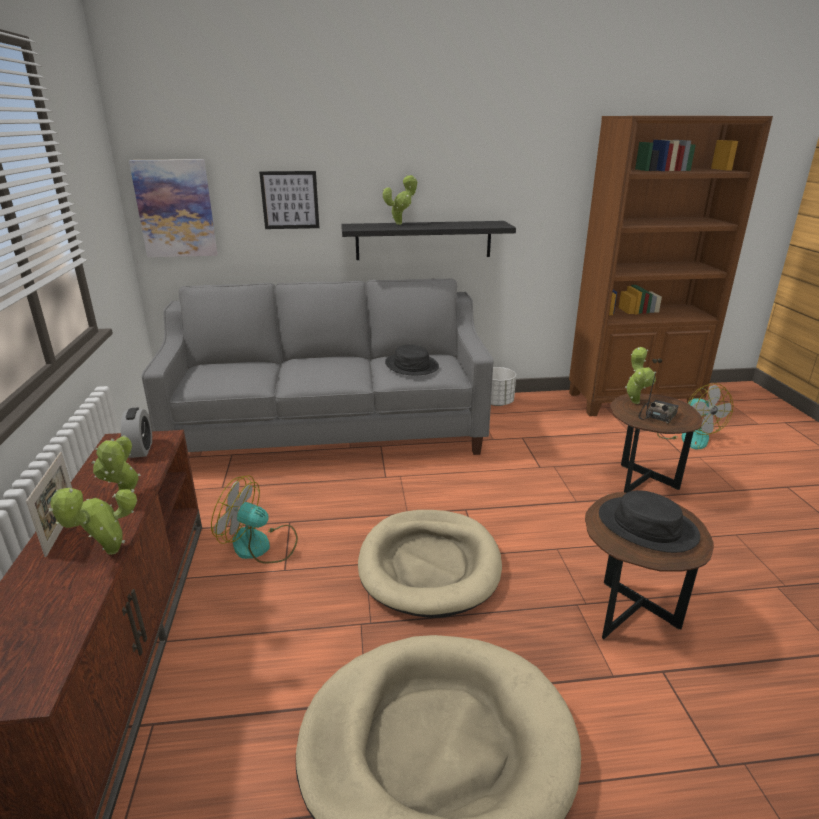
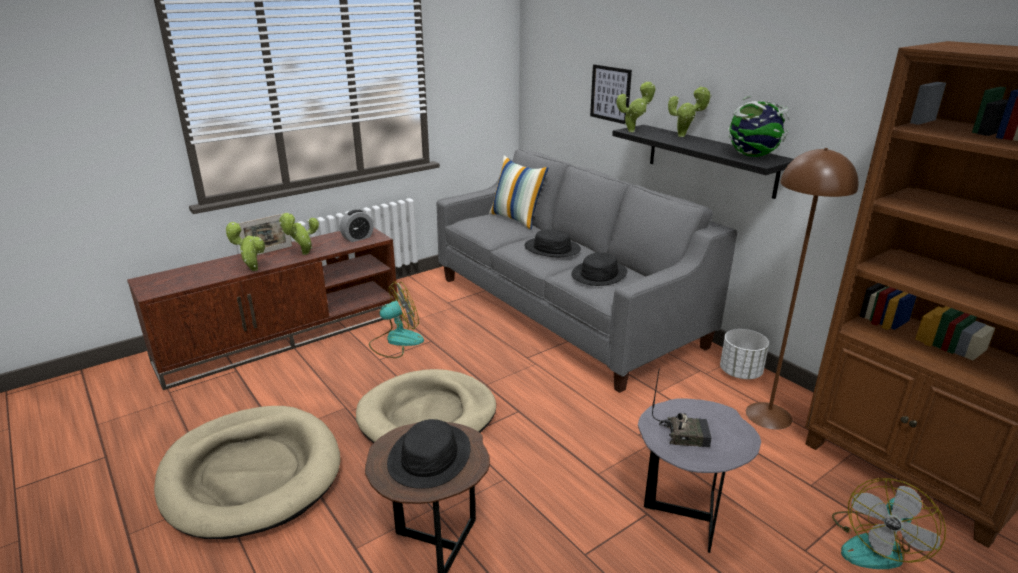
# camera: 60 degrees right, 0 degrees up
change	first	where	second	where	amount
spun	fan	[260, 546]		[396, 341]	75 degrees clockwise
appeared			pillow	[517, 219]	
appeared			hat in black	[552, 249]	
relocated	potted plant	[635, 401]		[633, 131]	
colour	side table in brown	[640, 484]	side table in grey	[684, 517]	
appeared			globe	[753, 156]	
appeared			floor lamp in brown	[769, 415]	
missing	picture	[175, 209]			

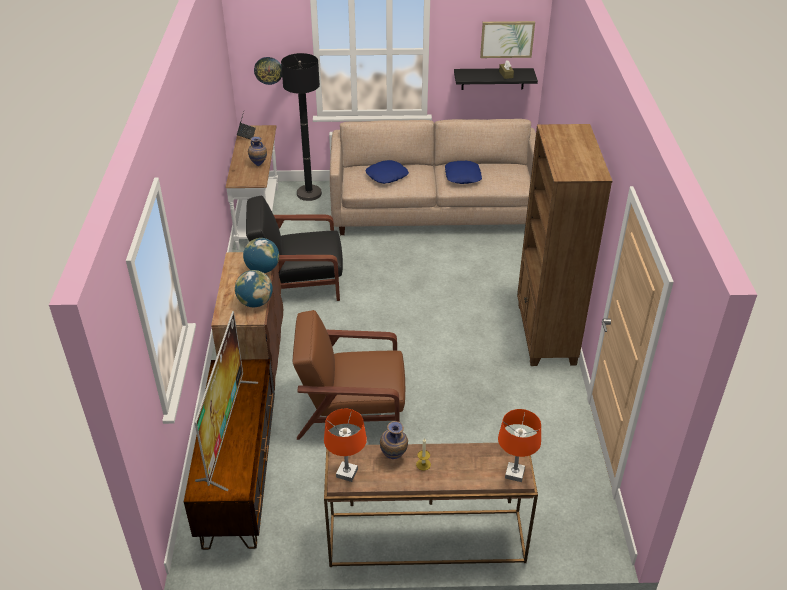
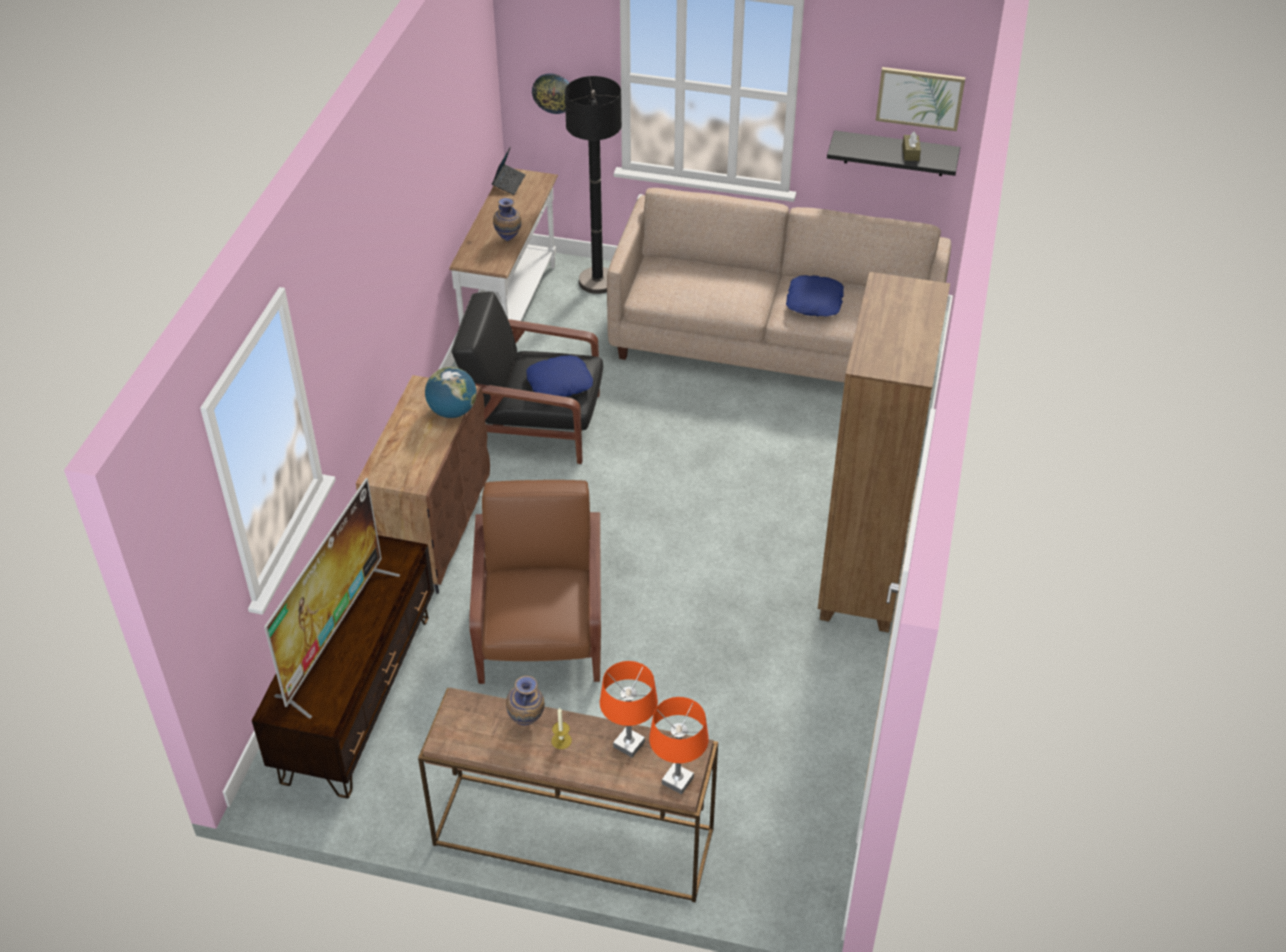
# camera: 15 degrees right, 5 degrees up
change	first	where	second	where	amount
spun	armchair in brown	[352, 407]		[541, 630]	75 degrees clockwise
relocated	pillow in blue	[386, 175]		[559, 383]	
relocated	table lamp in orange	[346, 473]		[628, 744]	
missing	globe	[255, 303]			

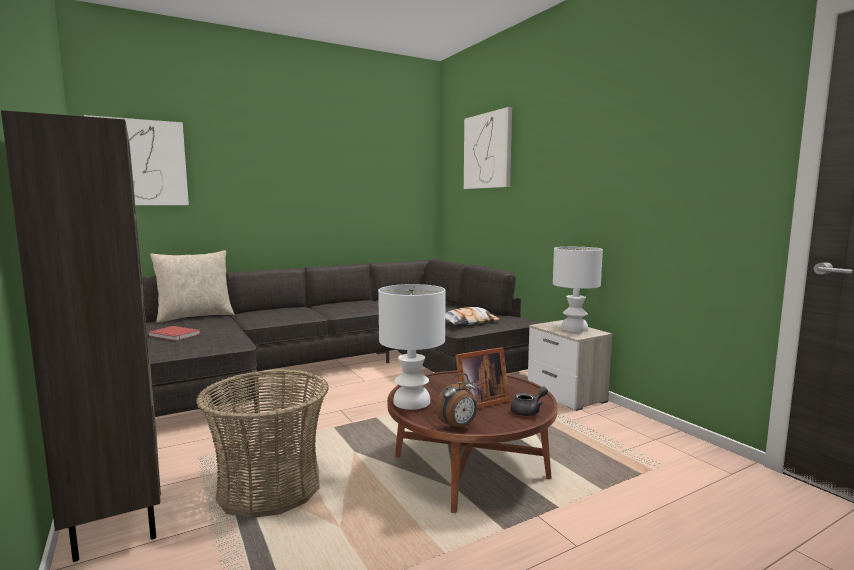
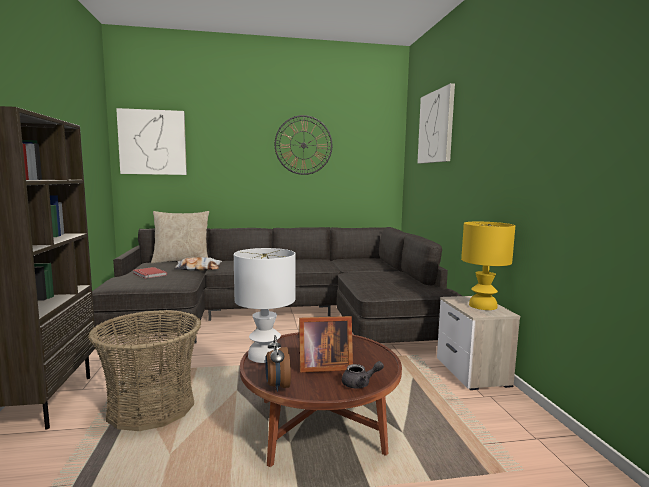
# camera: 20 degrees right, 0 degrees up
change	first	where	second	where	amount
relocated	pillow	[469, 322]		[198, 268]	
spun	alarm clock	[458, 426]		[277, 386]	90 degrees clockwise
appeared			wall clock	[303, 145]	
colour	table lamp in white	[574, 329]	table lamp in yellow	[482, 306]	

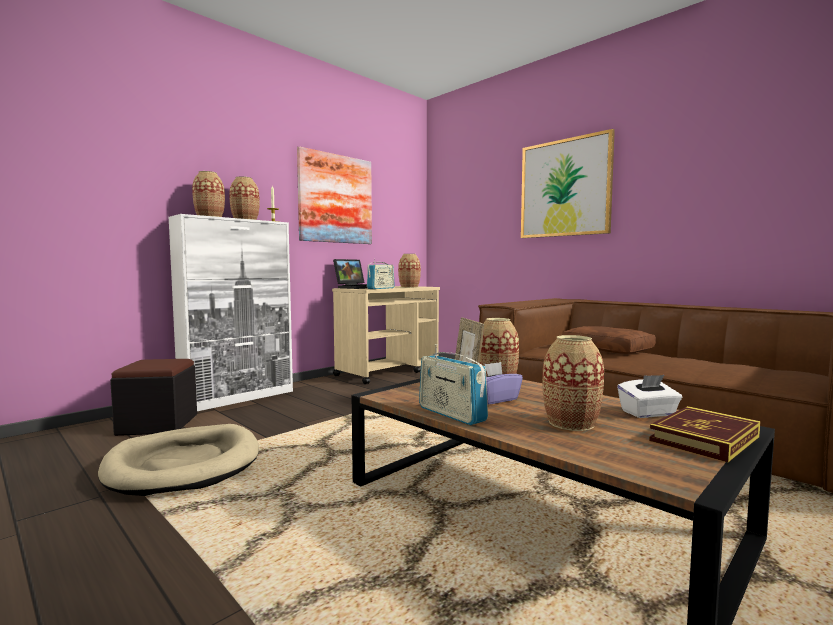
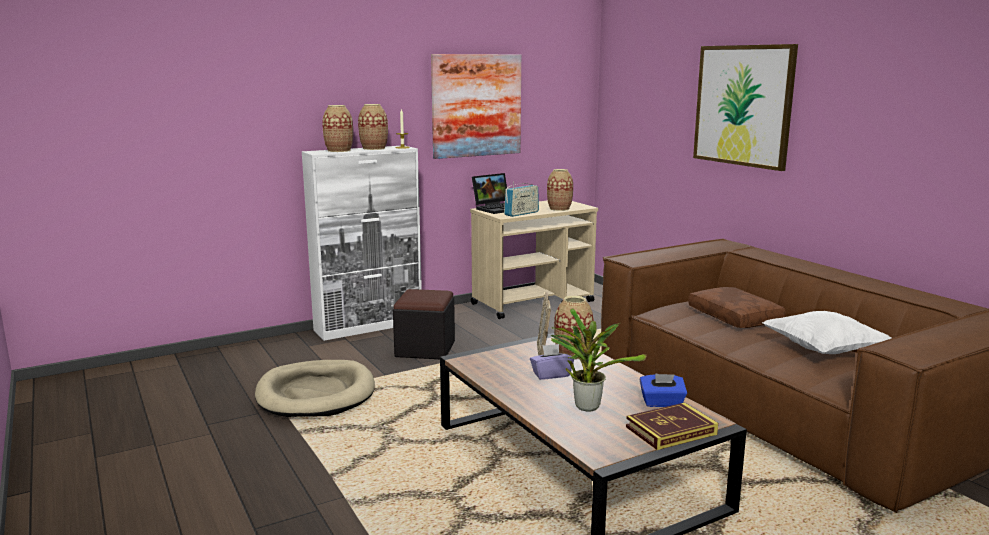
# camera: 15 degrees right, 10 degrees up
change	first	where	second	where	amount
relocated	ottoman in black	[158, 424]		[425, 349]	
exchanged	vase	[571, 423]	potted plant	[586, 405]	
colour	tissue box in white	[648, 413]	tissue box in blue	[662, 403]	
appeared			pillow in white	[823, 351]	
missing	radio	[451, 414]			

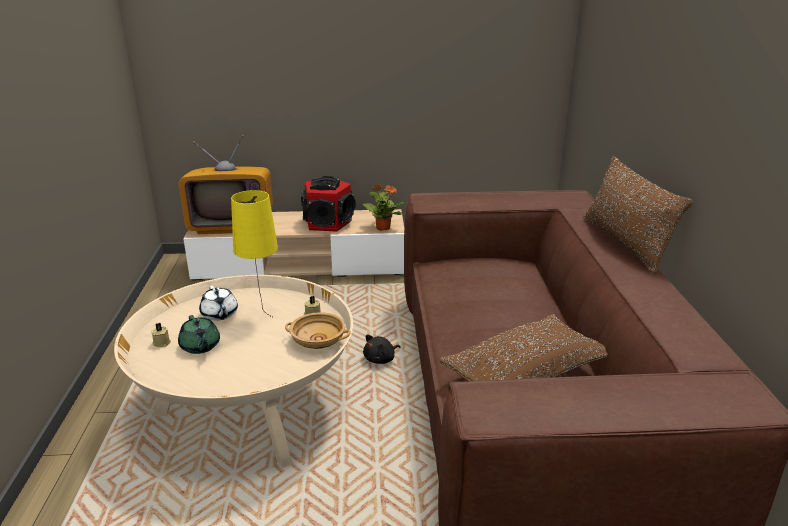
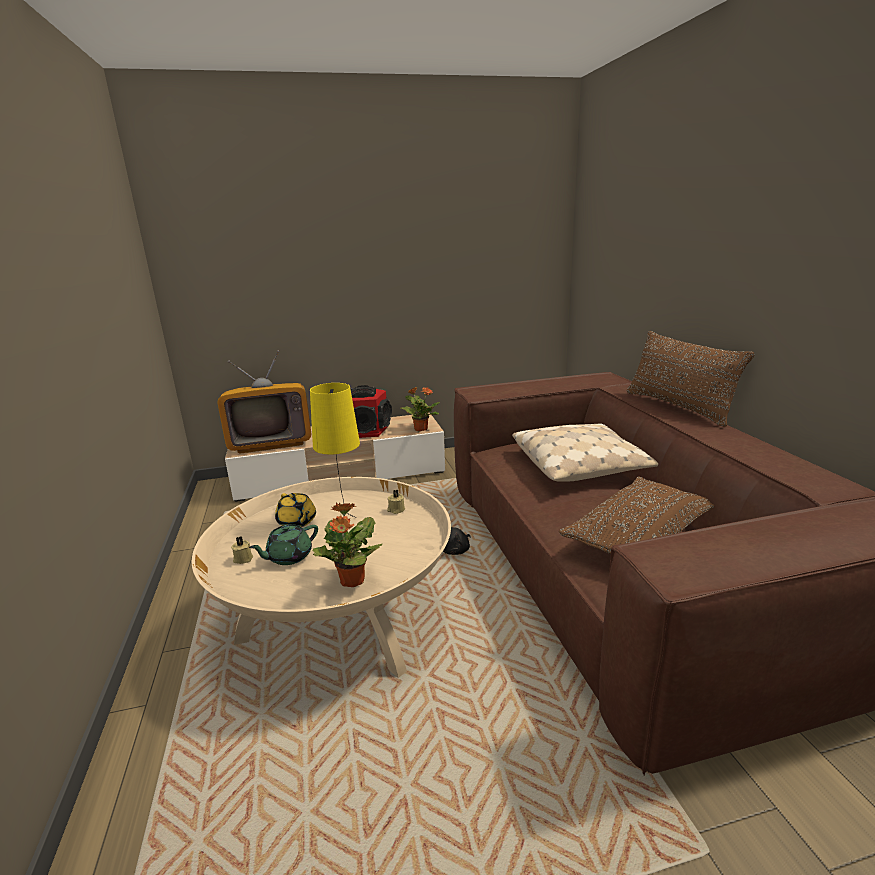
# camera: 10 degrees left, 5 degrees down
change	first	where	second	where	amount
spun	teapot in green	[200, 346]		[289, 557]	90 degrees clockwise
colour	teapot in white	[219, 314]	teapot in yellow	[297, 522]	
appeared			potted plant	[352, 581]	
appeared			pillow in beige	[580, 465]	
missing	bowl in beige	[317, 342]			

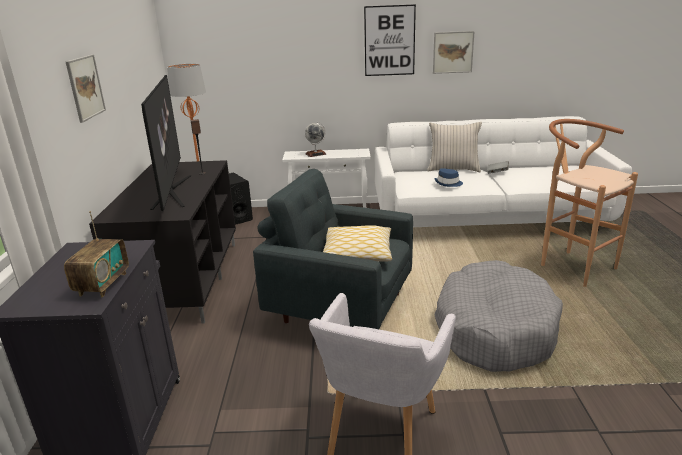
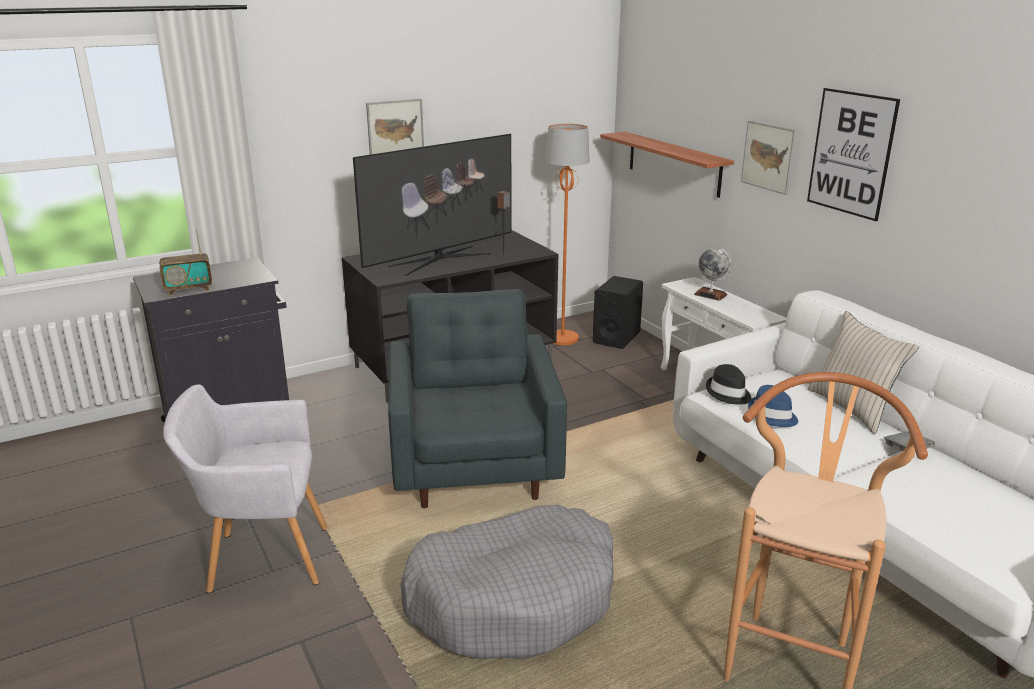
# camera: 60 degrees right, 0 degrees up
change	first	where	second	where	amount
appeared			shelf	[673, 163]	
appeared			hat in black	[728, 393]	
relocated	picture	[453, 52]		[768, 156]	
missing	pillow	[357, 254]			

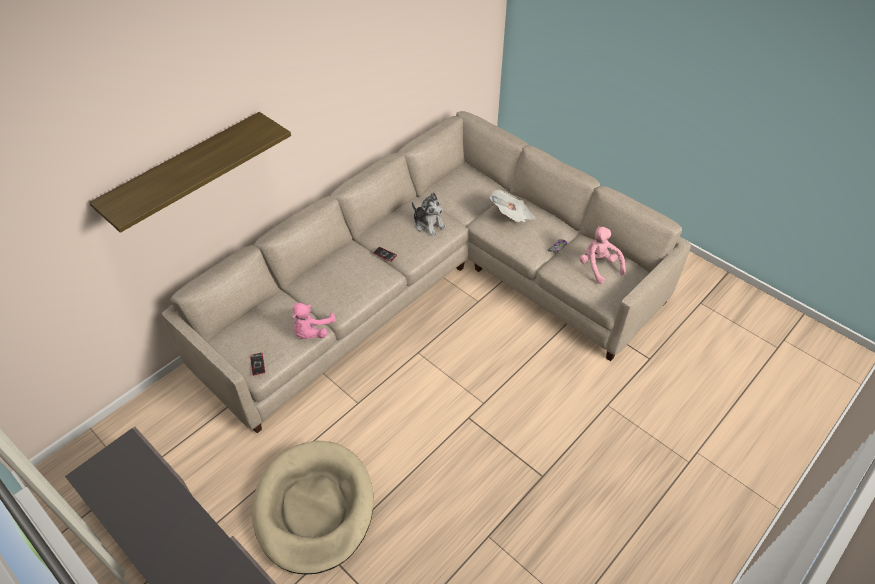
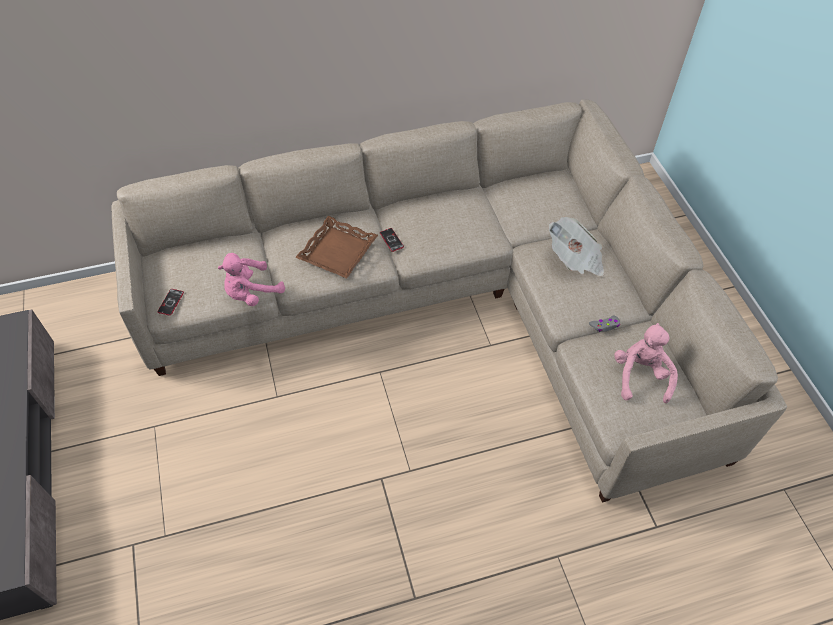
# camera: 30 degrees right, 5 degrees up
change	first	where	second	where	amount
appeared			tray in brown	[337, 251]	
missing	shelf	[185, 171]			
missing	dog bed in beige	[314, 508]			
missing	plush toy	[428, 224]			

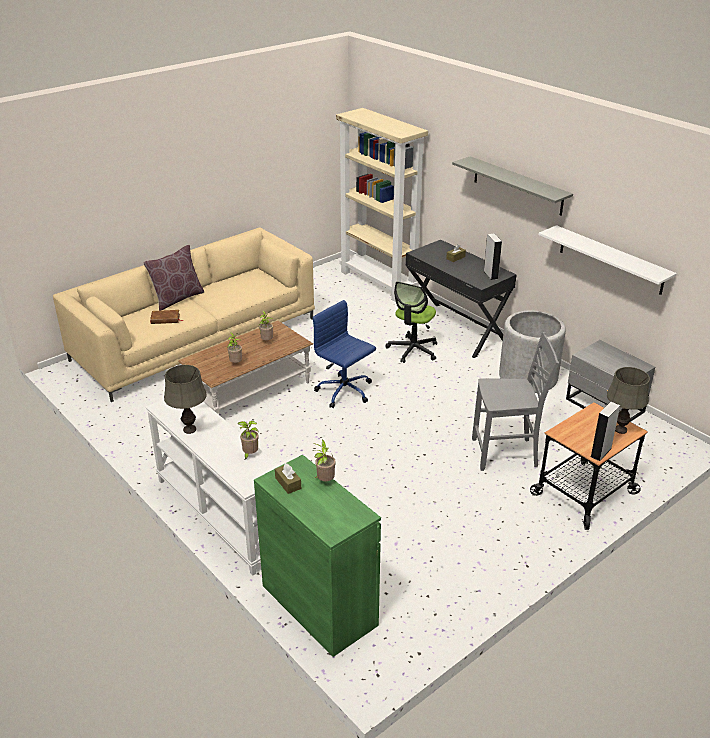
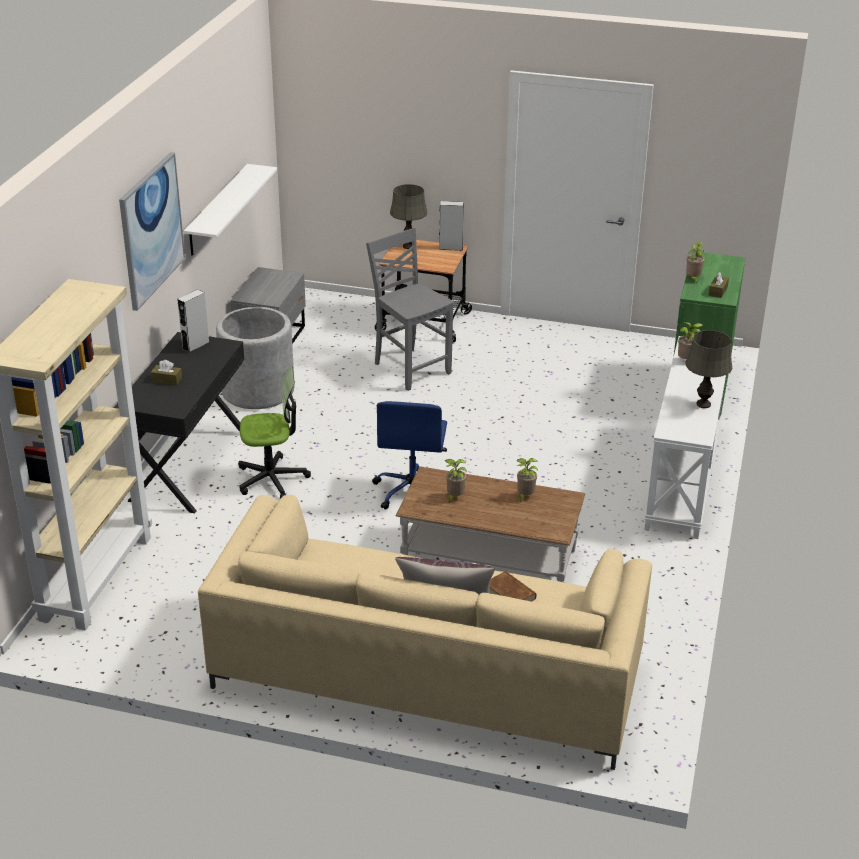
# camera: 125 degrees left, 0 degrees up
change	first	where	second	where	amount
exchanged	shelf in grey	[517, 186]	picture	[151, 230]	

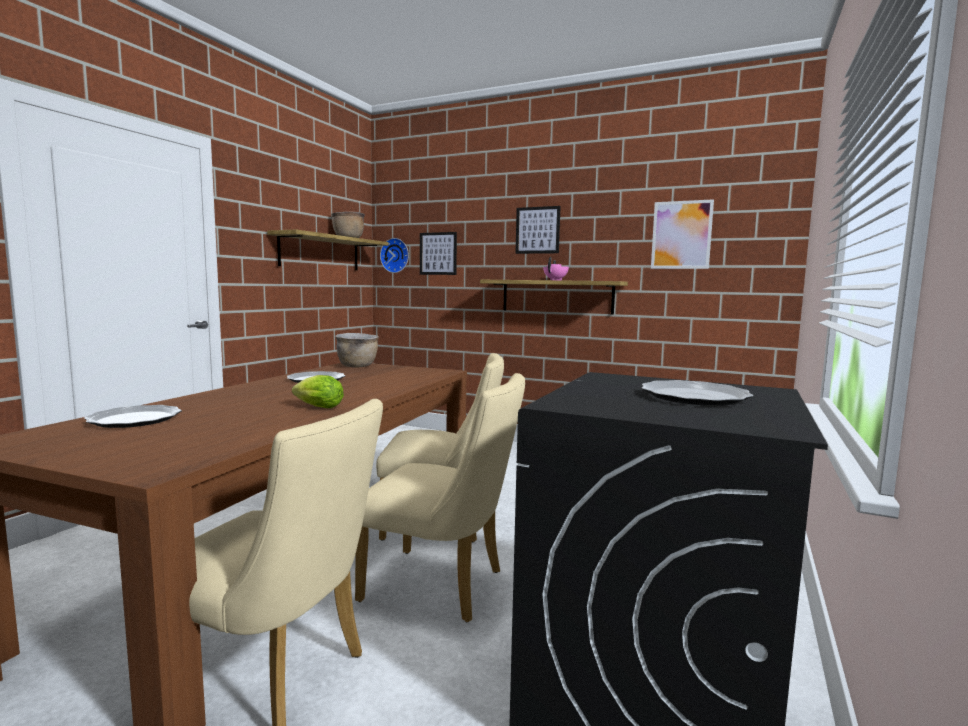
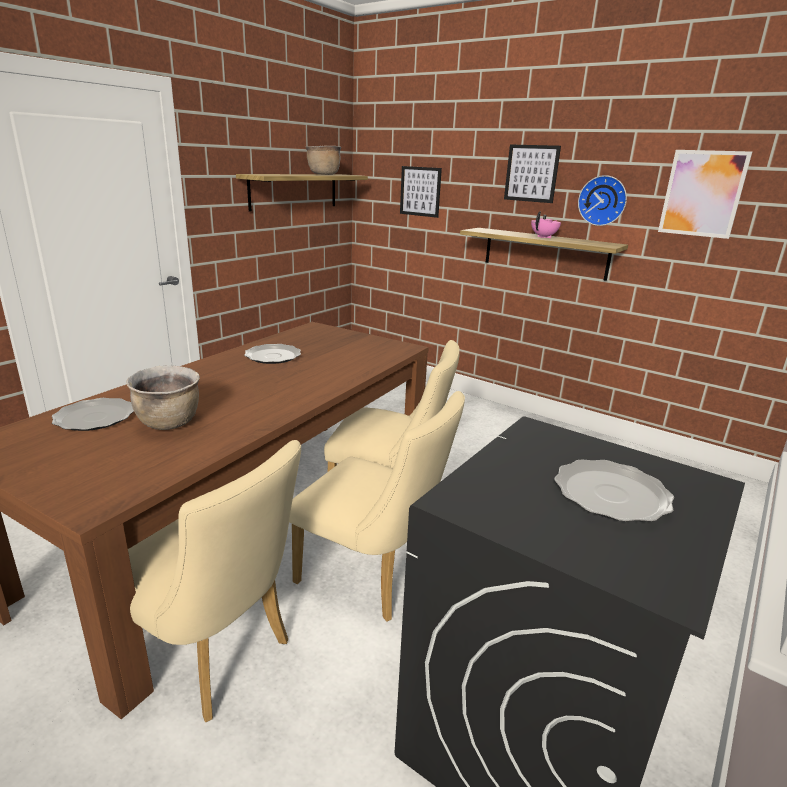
# camera: 10 degrees right, 15 degrees up
change	first	where	second	where	amount
relocated	cooking pot in brown	[357, 366]		[169, 423]	
relocated	wall clock	[395, 255]		[603, 200]	
missing	lettuce	[316, 407]			

